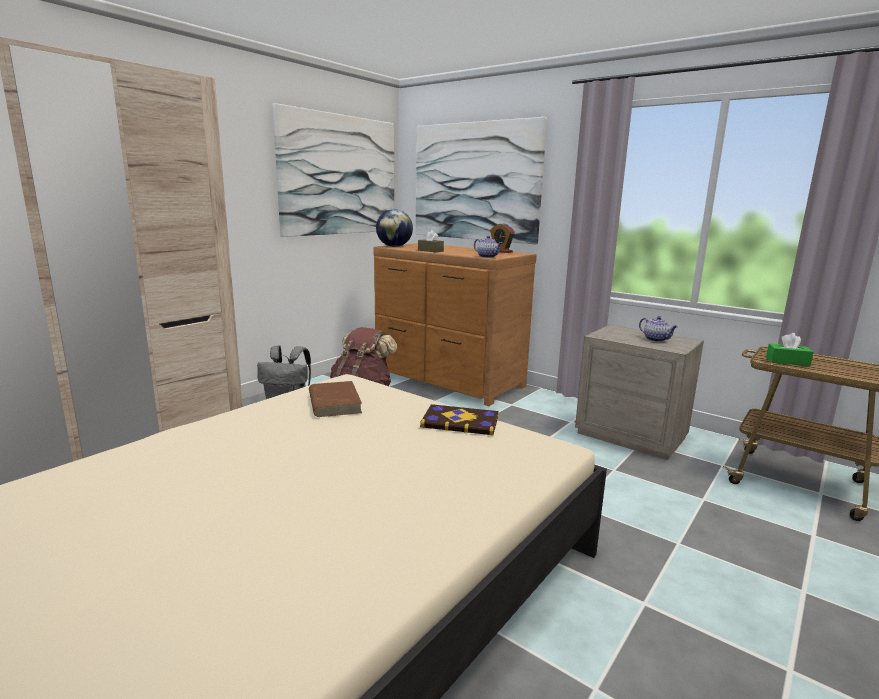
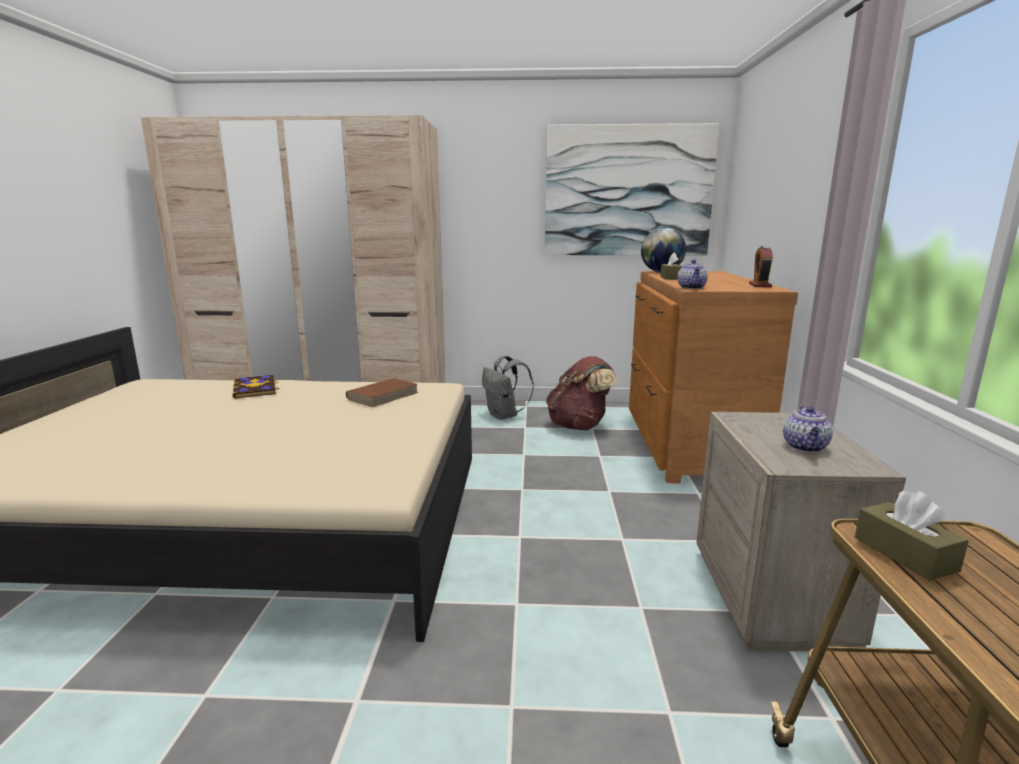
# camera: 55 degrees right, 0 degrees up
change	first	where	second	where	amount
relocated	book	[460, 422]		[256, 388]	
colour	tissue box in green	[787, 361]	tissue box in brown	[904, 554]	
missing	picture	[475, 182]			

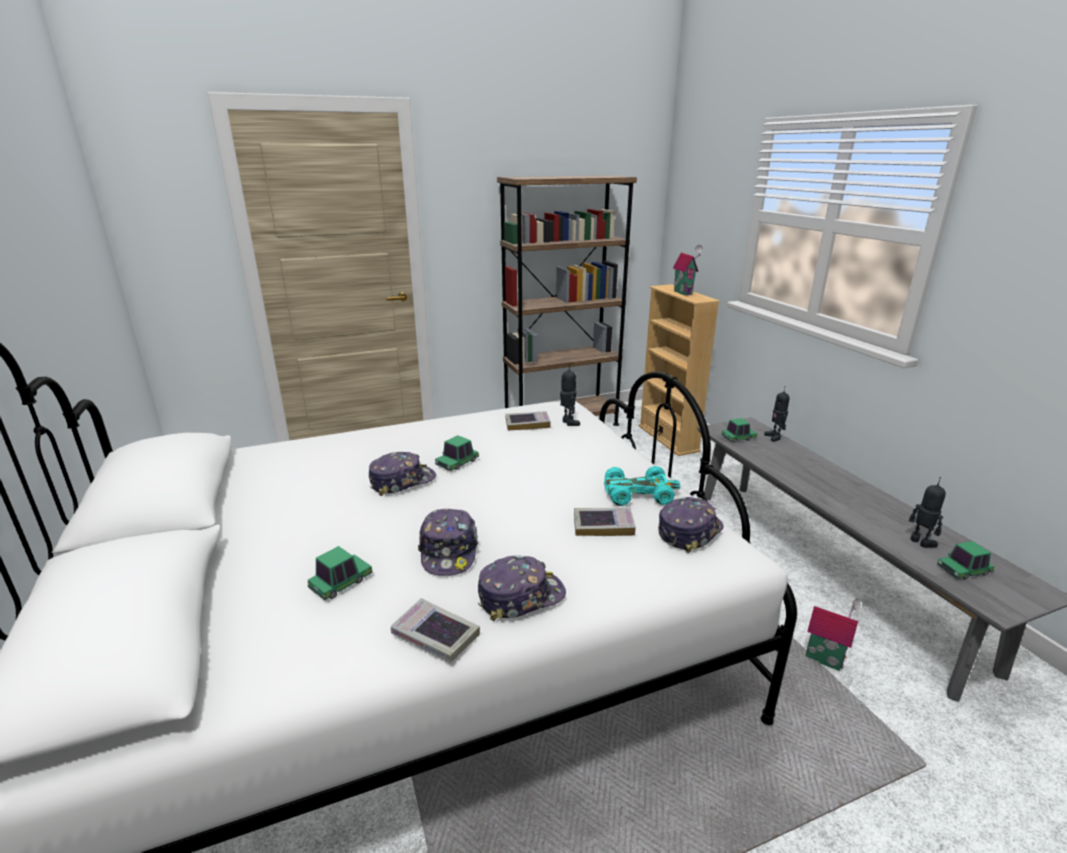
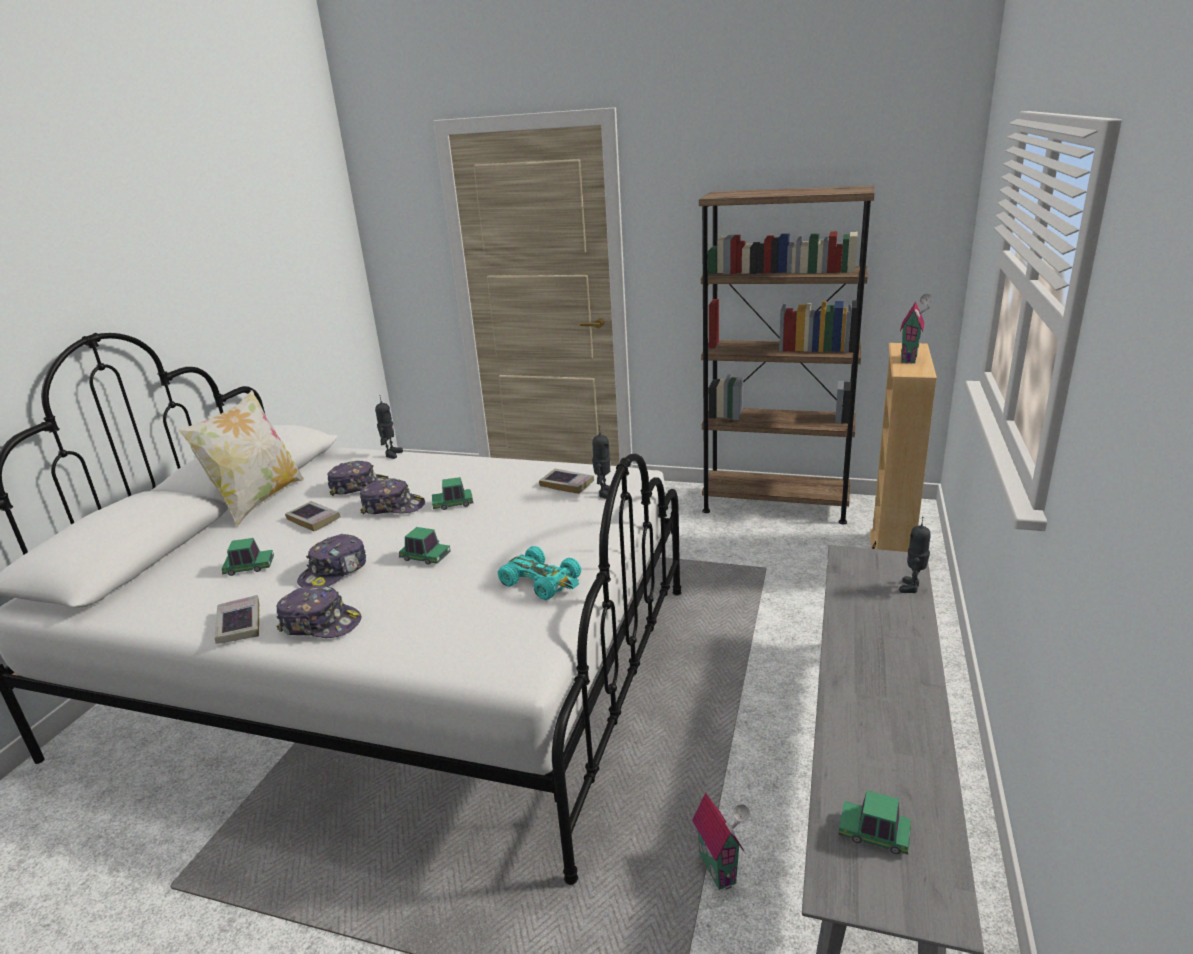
# camera: 40 degrees right, 0 degrees up
change	first	where	second	where	amount
appeared			pillow	[258, 501]	
relocated	book	[603, 525]		[313, 519]	
relocated	cap	[689, 531]		[359, 487]	
relocated	toy robot	[919, 542]		[391, 454]	
relocated	toy car	[738, 438]		[425, 557]	

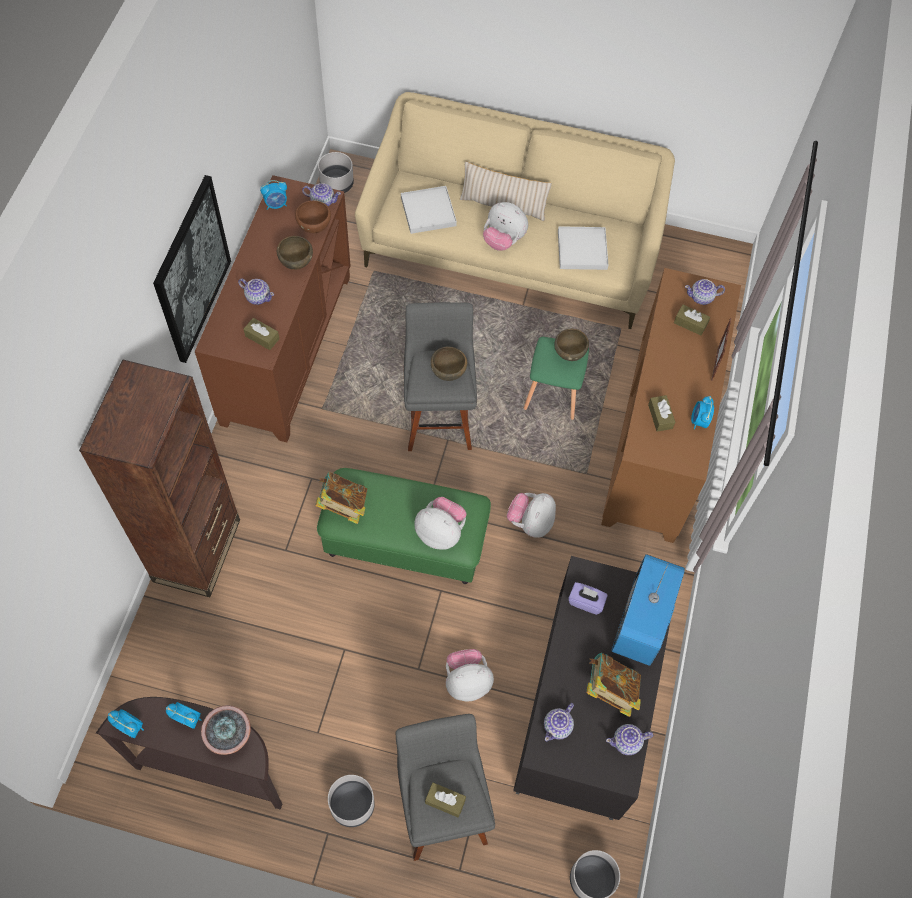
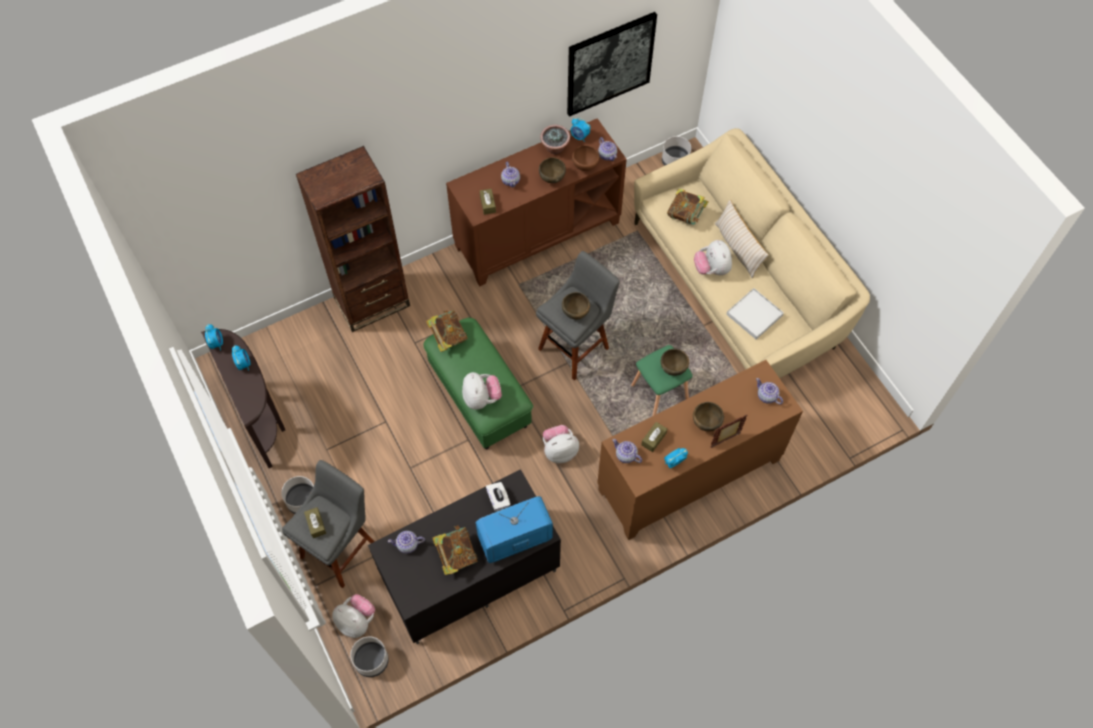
# camera: 50 degrees right, 0 degrees up
change	first	where	second	where	amount
relocated	plush toy	[467, 681]		[356, 621]	
colour	tissue box in purple	[586, 602]	tissue box in white	[498, 500]	
relocated	potted plant	[230, 737]		[555, 148]	
relocated	picture	[192, 270]		[609, 63]	
relocated	teapot	[627, 742]		[626, 455]	
exchanged	tray in white	[428, 211]	book	[686, 215]	
appeared			bowl in brown	[705, 423]	
missing	tissue box in brown	[690, 323]			

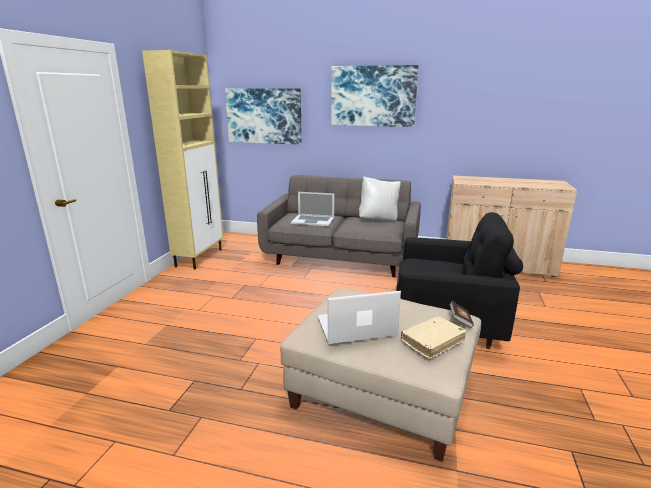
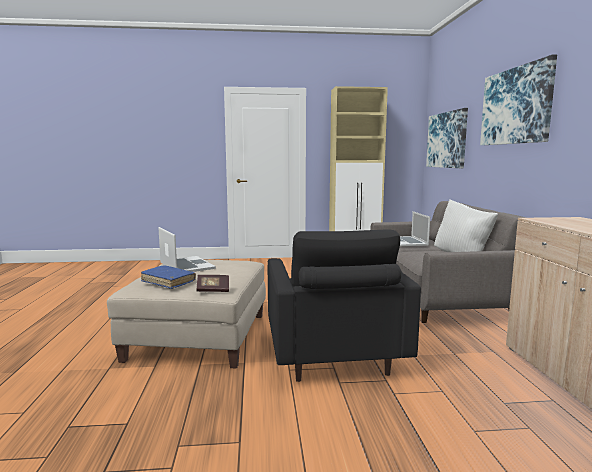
# camera: 70 degrees right, 10 degrees down
change	first	where	second	where	amount
colour	book in beige	[432, 341]	book in blue	[168, 282]	

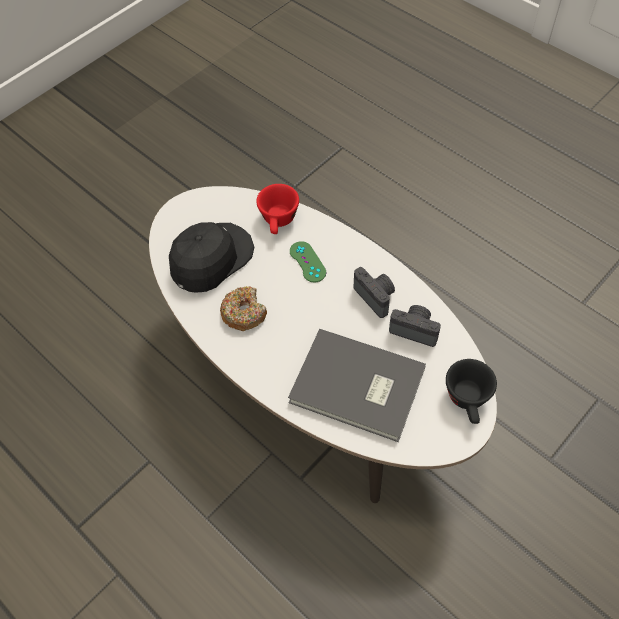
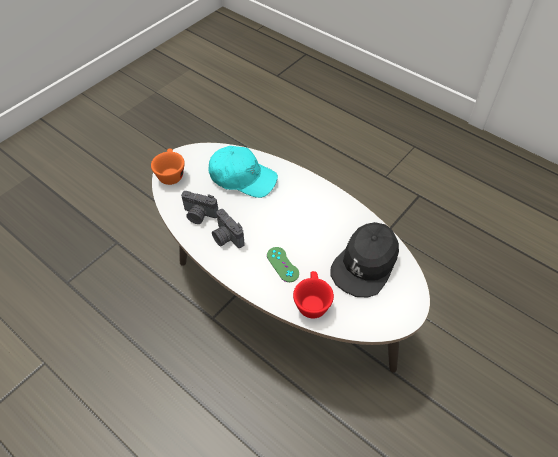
# camera: 175 degrees right, 5 degrees down
change	first	where	second	where	amount
colour	cup in black	[468, 401]	cup in orange	[170, 174]	
exchanged	book in grey	[358, 389]	cap in turquoise	[242, 178]	
missing	donut	[244, 313]			

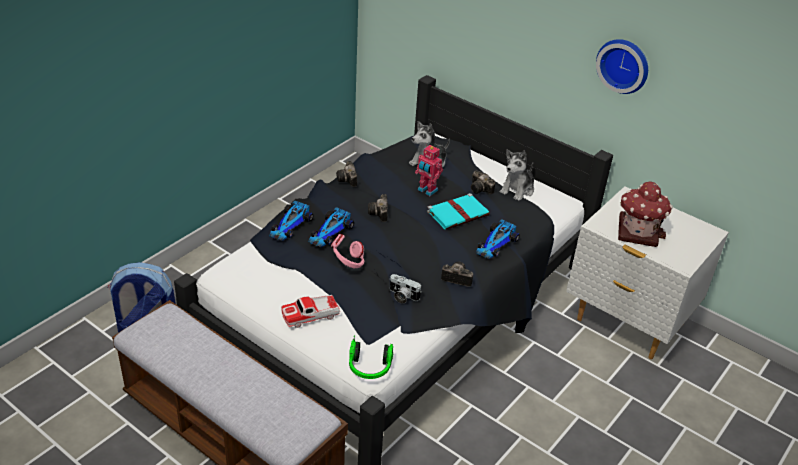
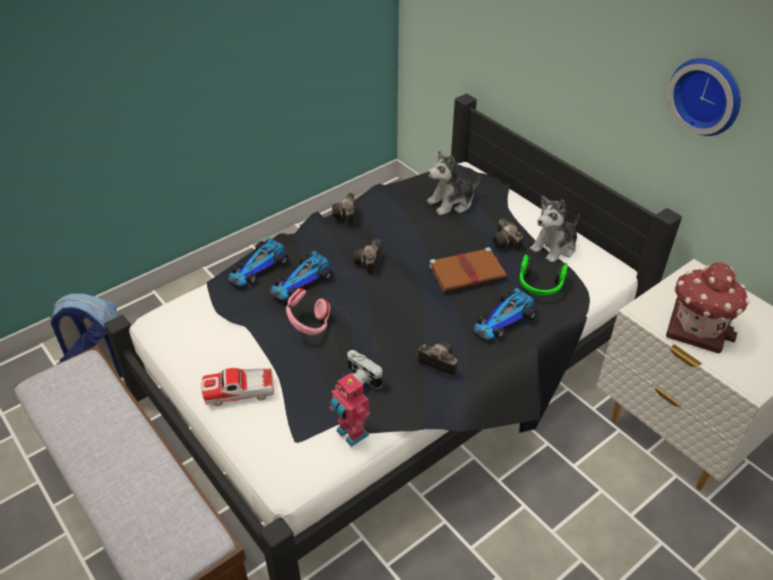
# camera: 15 degrees right, 5 degrees up
change	first	where	second	where	amount
relocated	toy robot	[427, 190]		[350, 434]	
colour	book in turquoise	[458, 213]	book in brown	[468, 272]	
relocated	headphones	[369, 368]		[540, 286]	

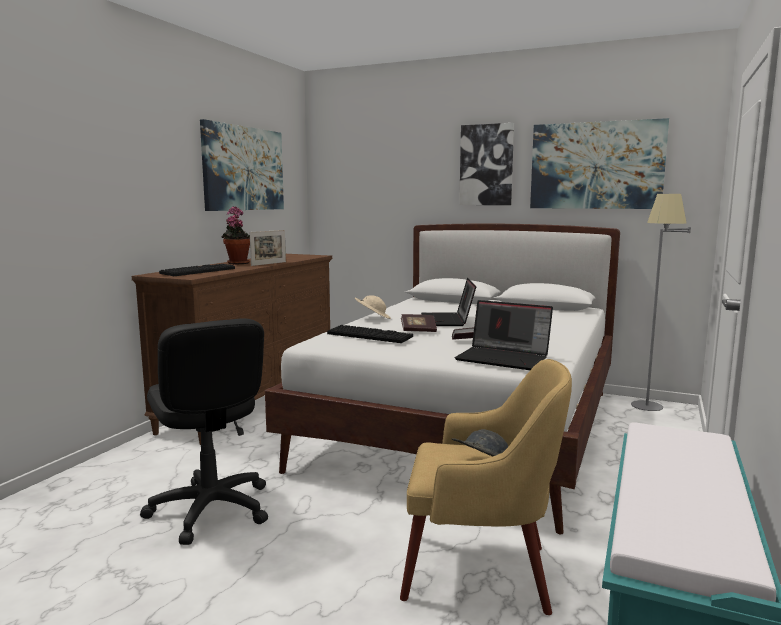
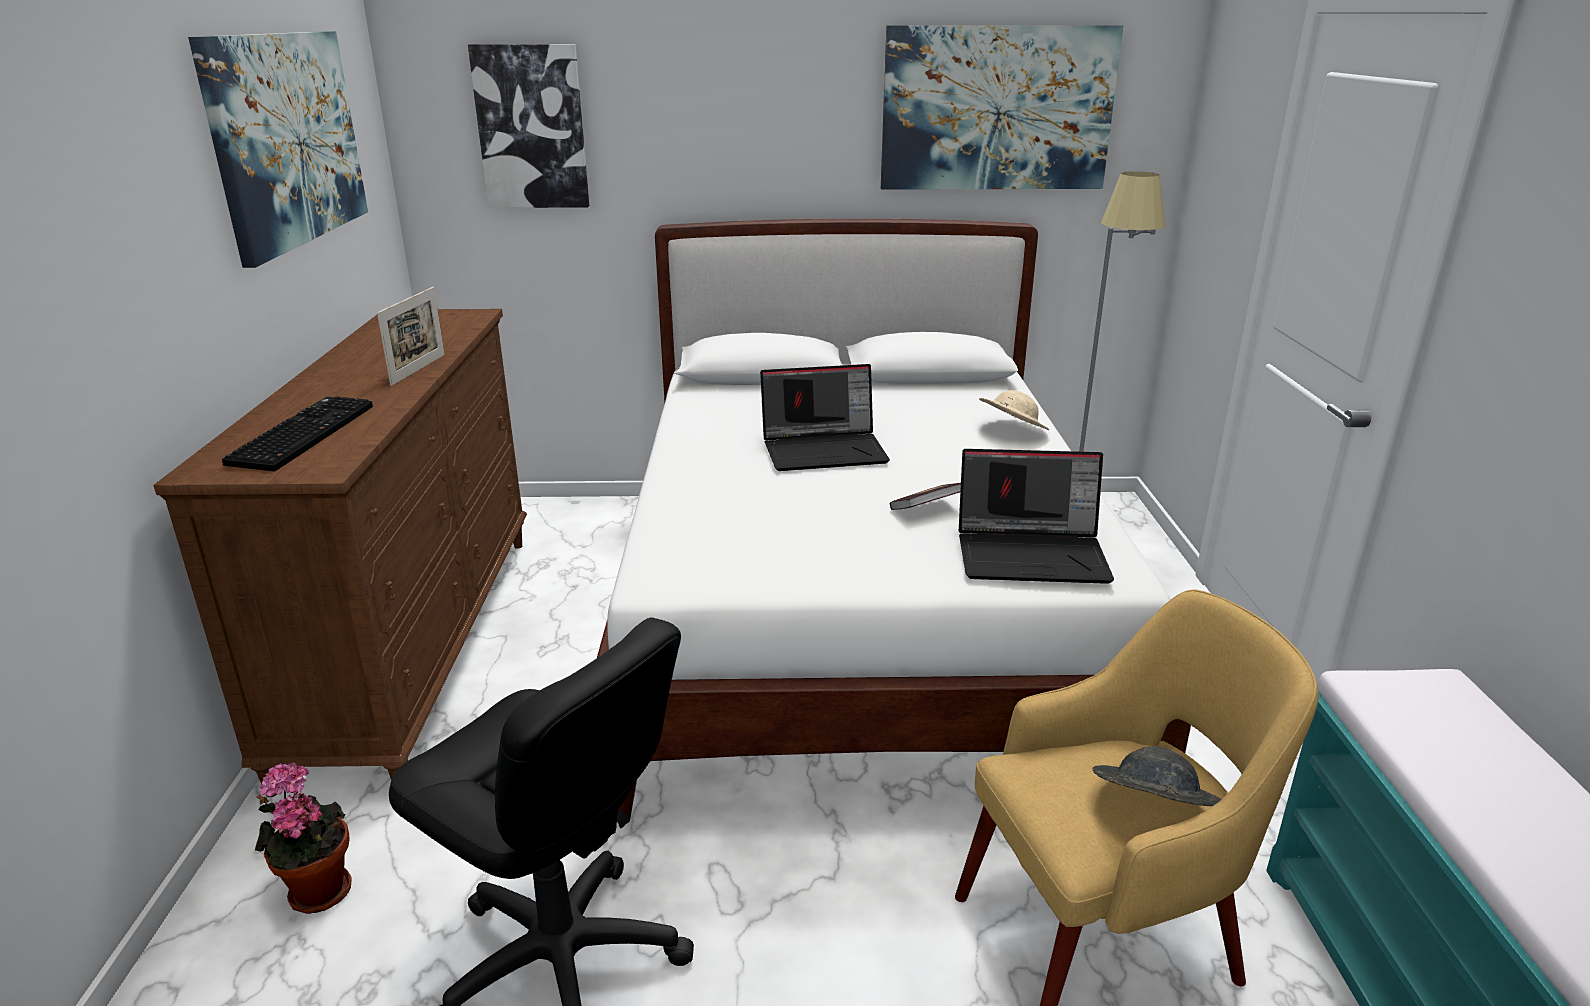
# camera: 25 degrees left, 15 degrees up
change	first	where	second	where	amount
relocated	potted plant	[237, 263]		[316, 890]	
relocated	picture	[486, 165]		[531, 127]	
spun	laptop	[447, 320]		[825, 450]	75 degrees counterclockwise
relocated	hat in beige	[372, 318]		[1011, 431]	
missing	keyboard	[371, 335]			
missing	book	[418, 330]			

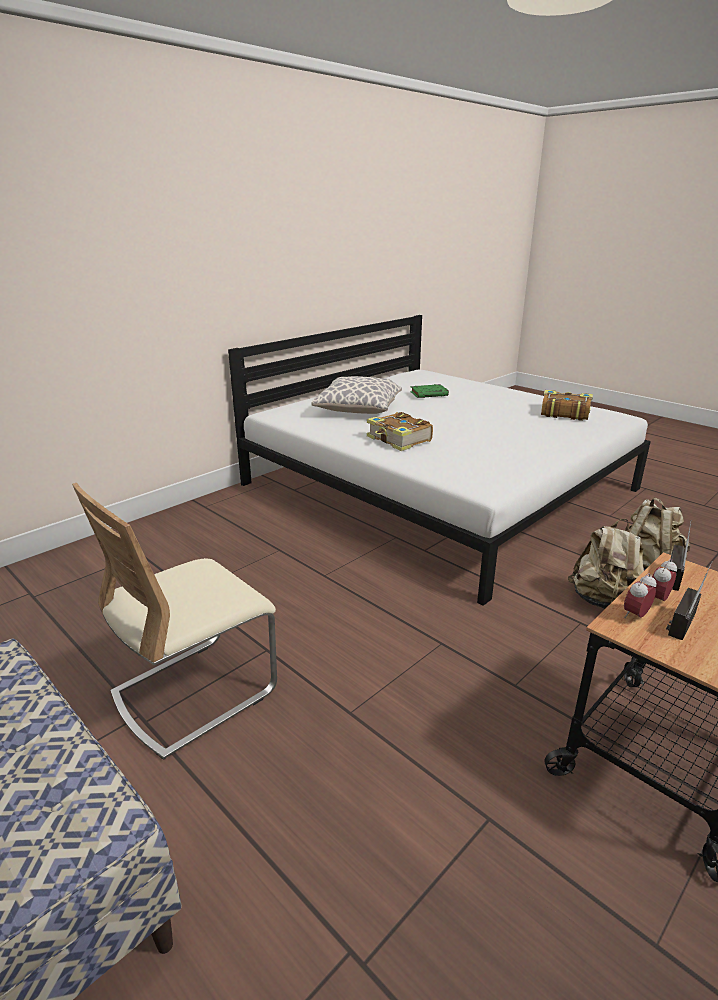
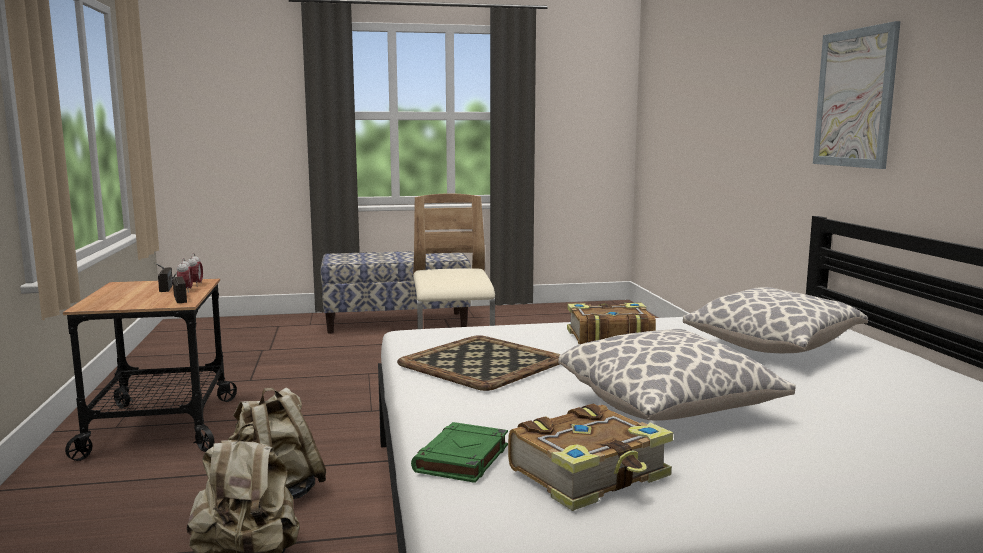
# camera: 125 degrees right, 15 degrees down
change	first	where	second	where	amount
appeared			tray	[483, 363]	
relocated	book in green	[429, 394]		[462, 459]	
appeared			pillow	[669, 408]	
appeared			picture	[855, 98]	

